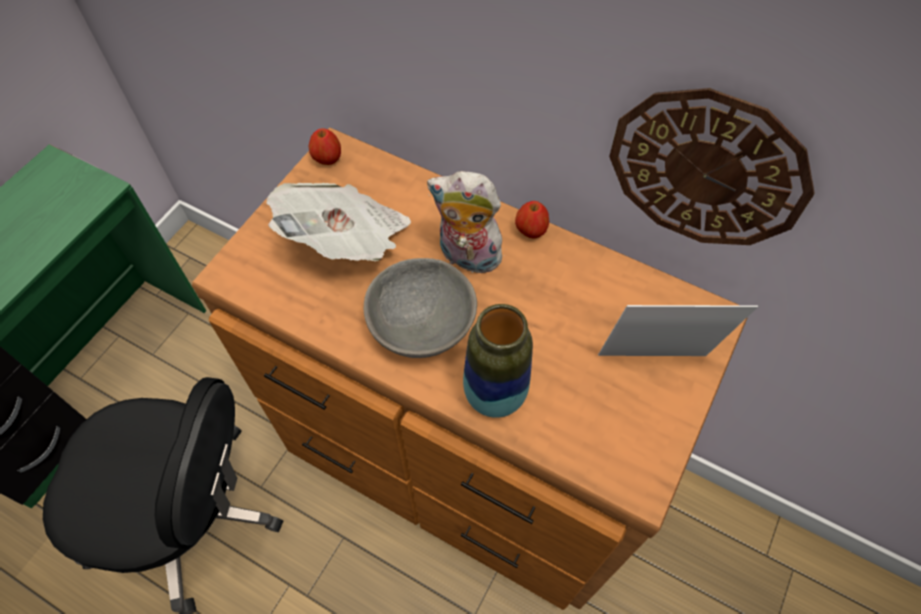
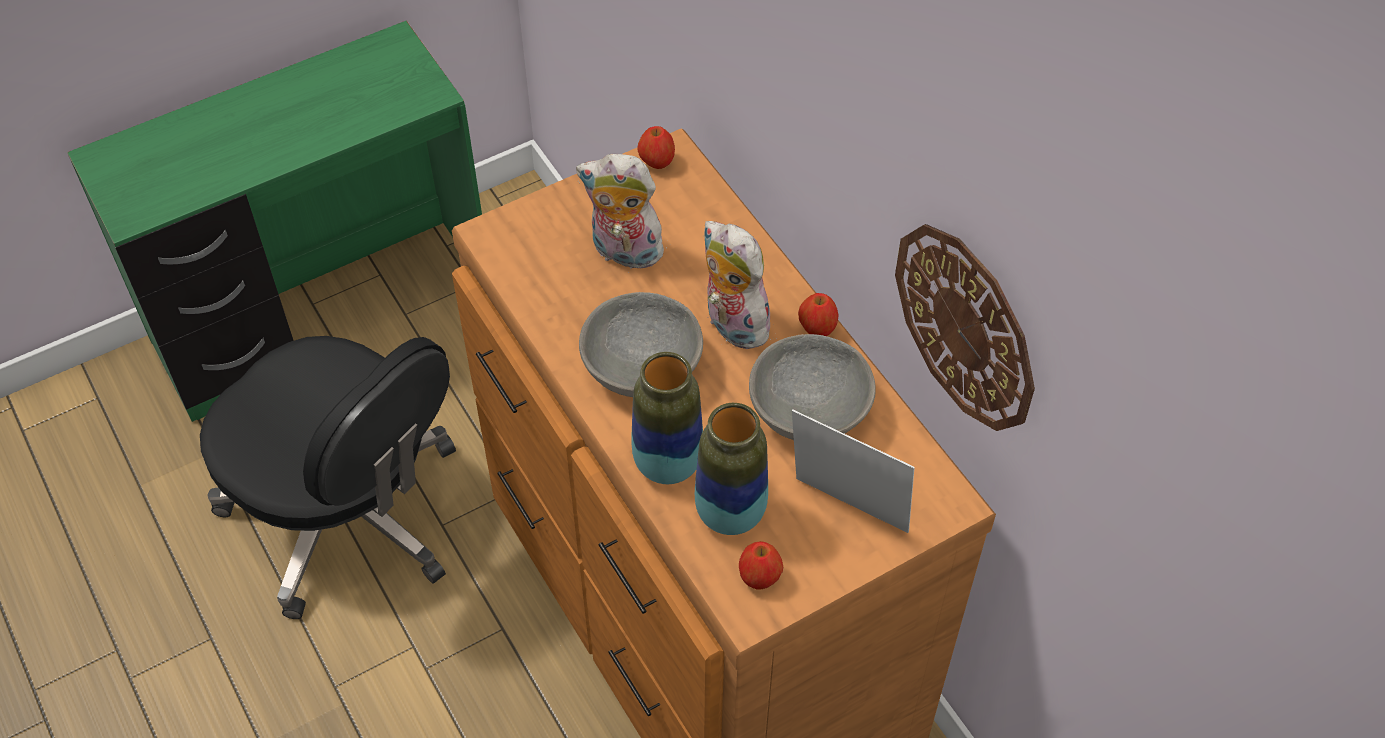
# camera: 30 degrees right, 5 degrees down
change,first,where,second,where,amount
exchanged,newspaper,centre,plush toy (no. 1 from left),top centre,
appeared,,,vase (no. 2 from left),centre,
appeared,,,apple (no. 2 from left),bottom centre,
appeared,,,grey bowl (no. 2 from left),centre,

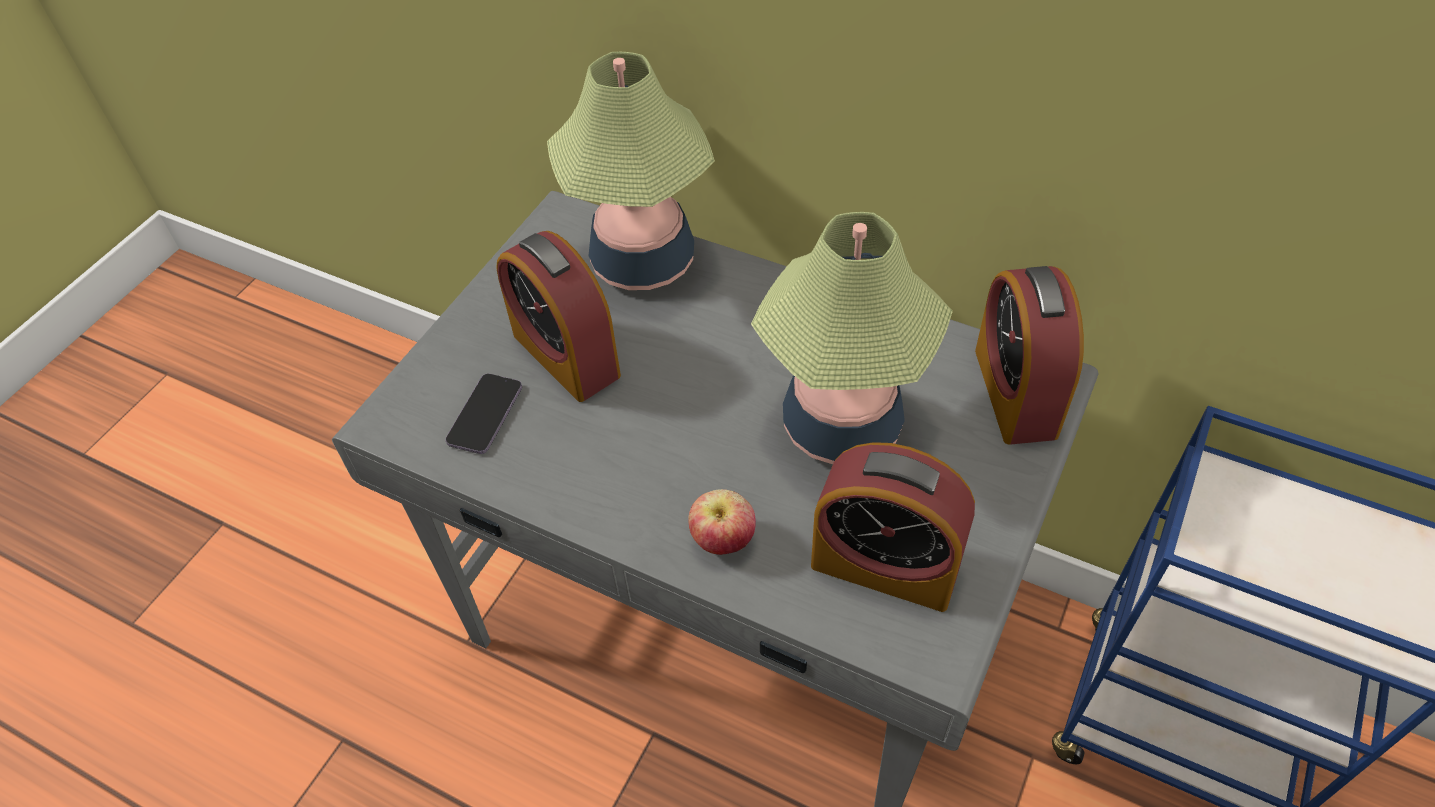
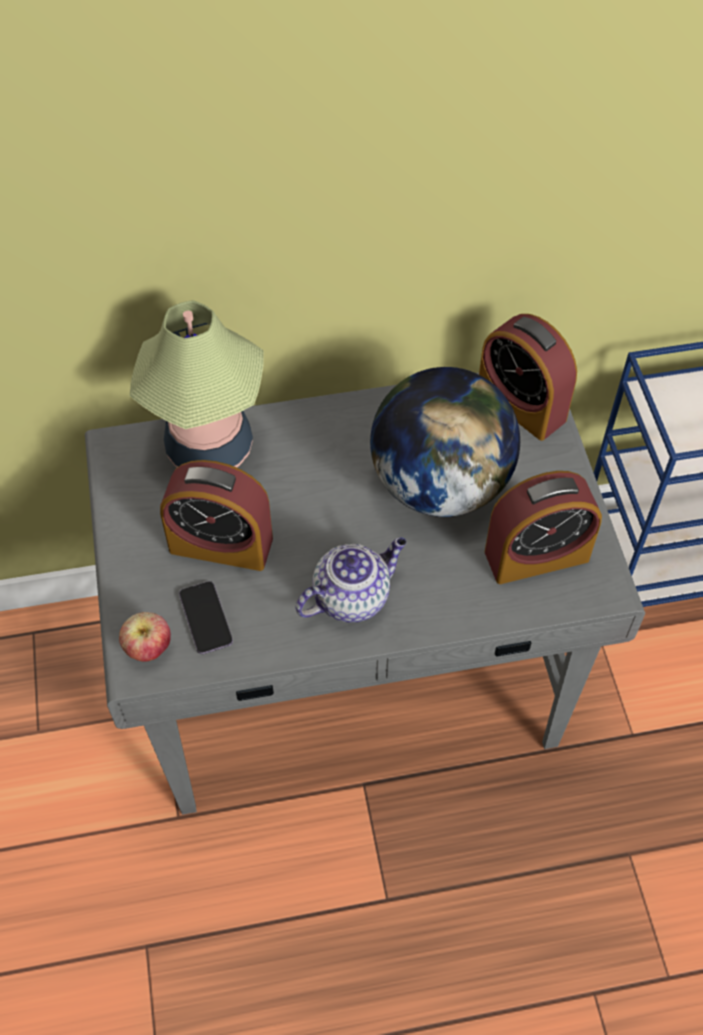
# camera: 40 degrees left, 5 degrees up
change,first,where,second,where,amount
relocated,apple,centre,,middle left,
appeared,,,teapot,centre,
exchanged,table lamp (no. 2 from left),centre,globe,centre,

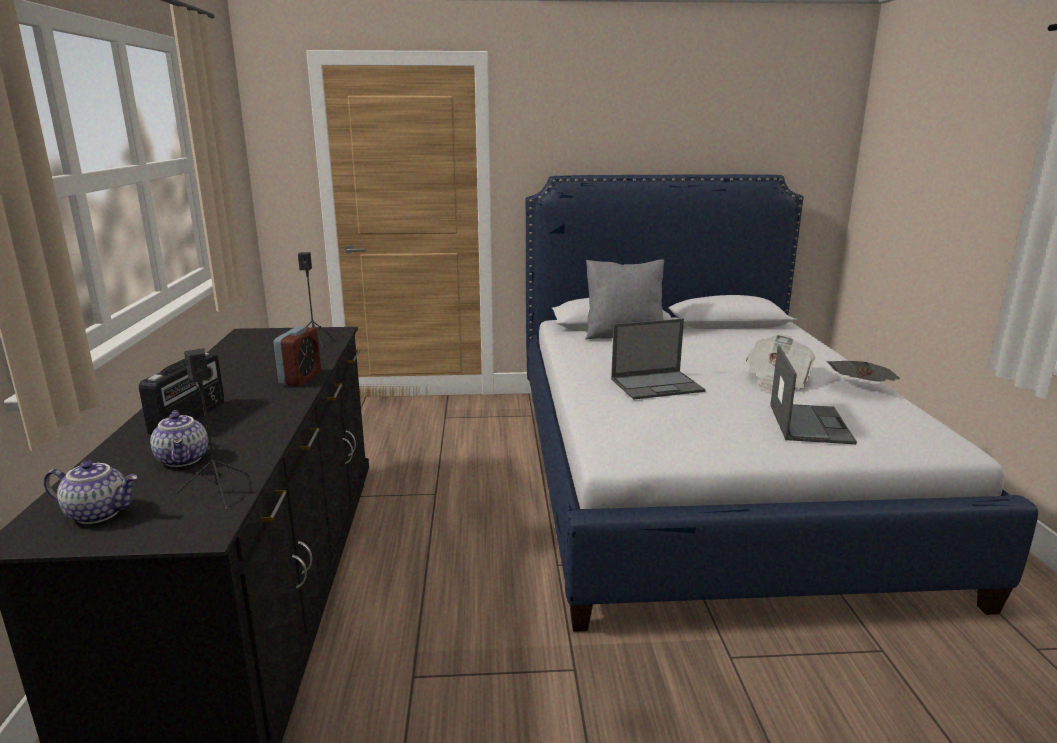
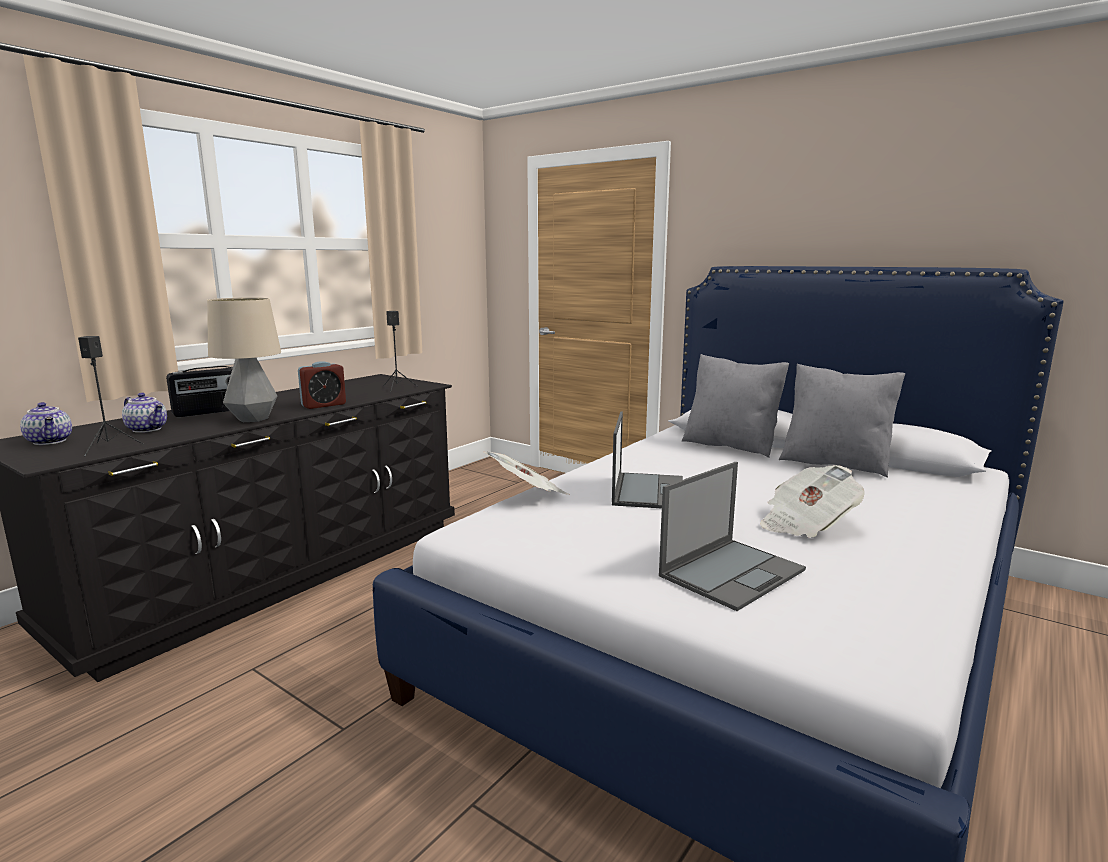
# camera: 40 degrees right, 5 degrees down
change,first,where,second,where,amount
spun,teapot (no. 2 from left),middle left,,middle left,75 degrees counterclockwise
appeared,,,table lamp,middle left,
relocated,newspaper (no. 2 from left in the first image),middle right,newspaper (no. 1 from left),centre,
spun,laptop (no. 1 from left),centre,,centre,105 degrees counterclockwise
appeared,,,grey pillow (no. 2 from left),middle right,

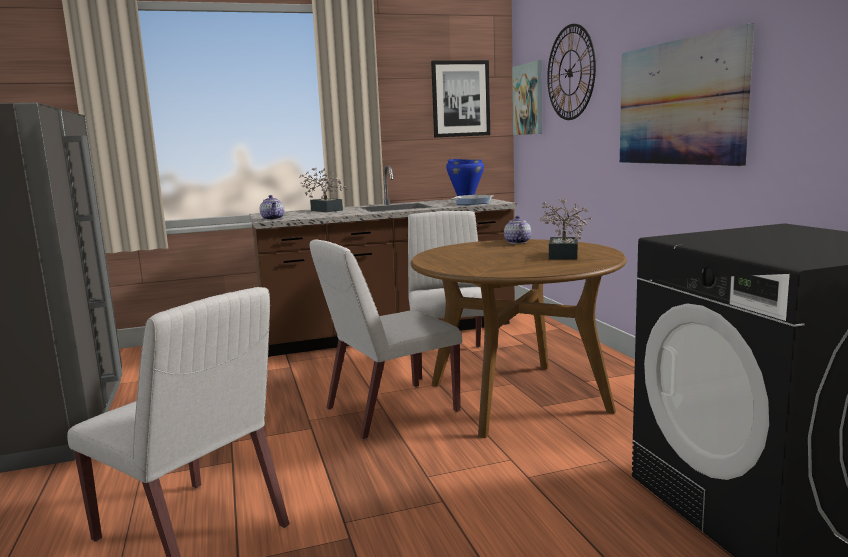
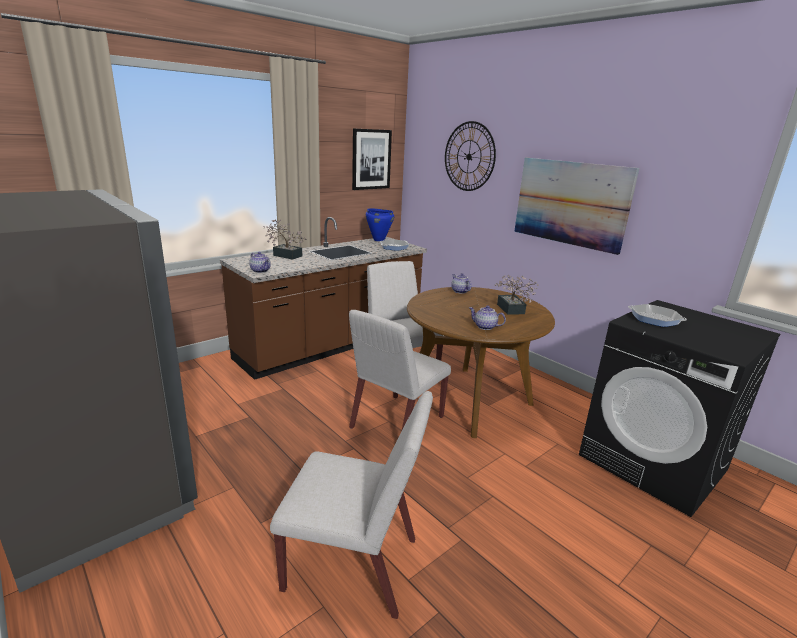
# camera: 25 degrees left, 10 degrees up
change,first,where,second,where,amount
appeared,,,teapot (no. 3 from left),centre,
appeared,,,frying pan (no. 2 from left),middle right,
missing,picture (no. 2 from left),top centre,,,

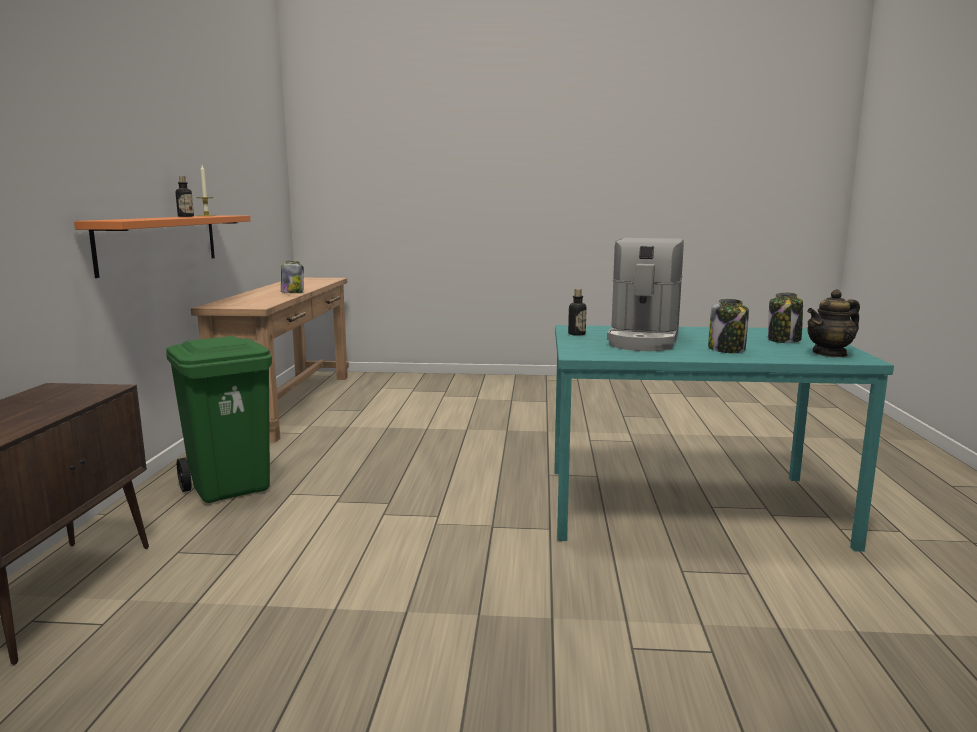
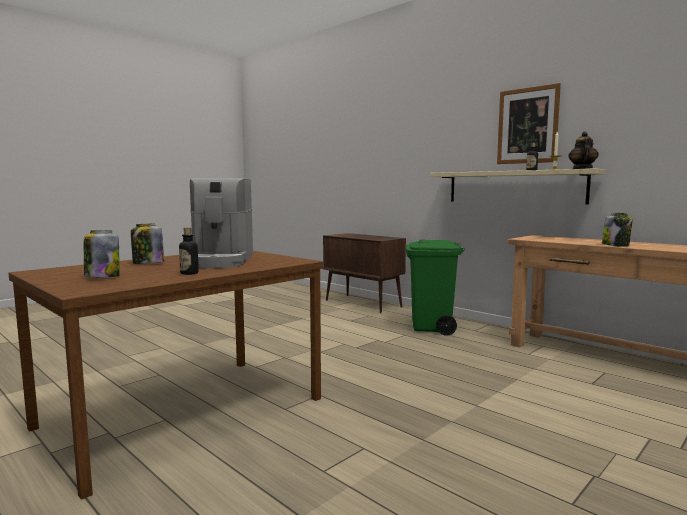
# camera: 130 degrees right, 5 degrees down
change,first,where,second,where,amount
colour,turquoise dining table,middle right,brown dining table,bottom left,
relocated,bottle (no. 2 from left in the first image),centre,bottle (no. 1 from left),middle left,
spun,coffee machine,centre,,middle left,150 degrees counterclockwise
colour,orange shelf,middle left,beige shelf,middle right,
appeared,,,picture,top right,
relocated,teapot,middle right,,top right,

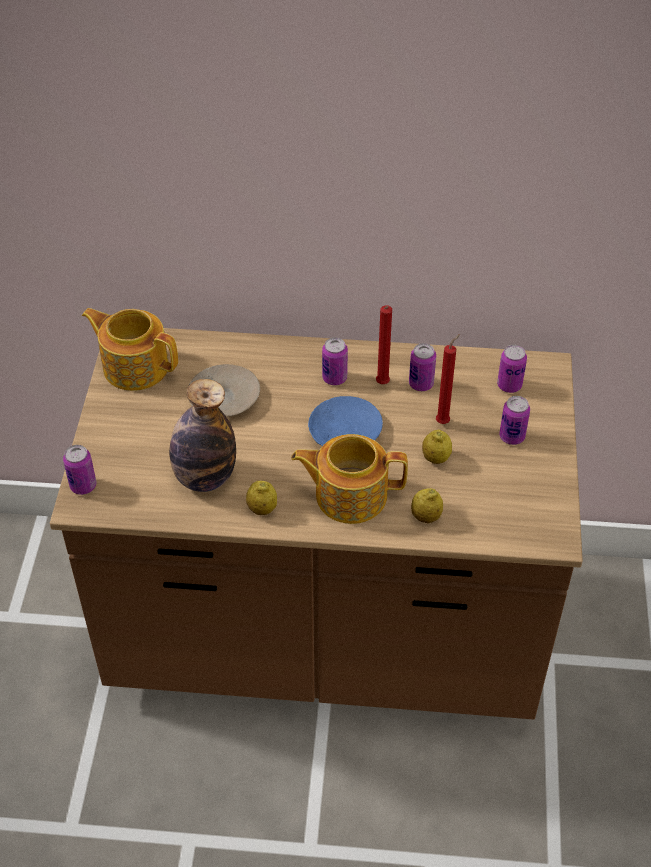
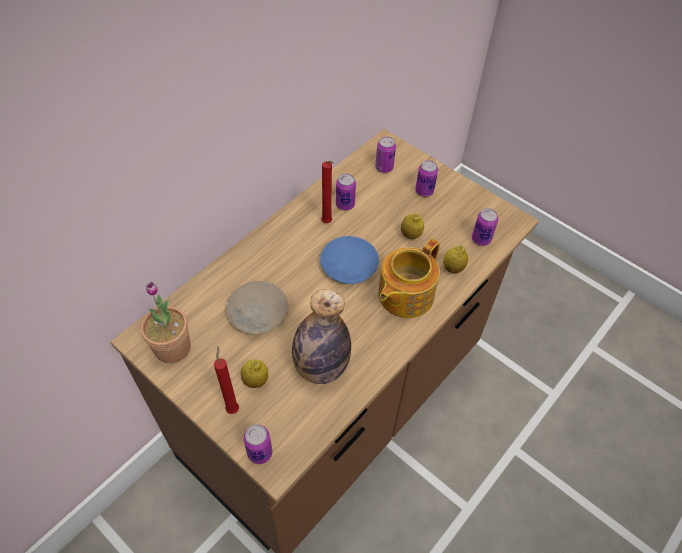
# camera: 55 degrees left, 5 degrees up
change,first,where,second,where,amount
exchanged,teapot (no. 1 from left),middle left,potted plant,middle left,
relocated,red candle (no. 2 from left in the first image),middle right,red candle (no. 1 from left),bottom left,
relocated,lemon (no. 1 from left),centre,,bottom centre,
relocated,can (no. 2 from left in the first image),centre,can (no. 5 from left),middle right,

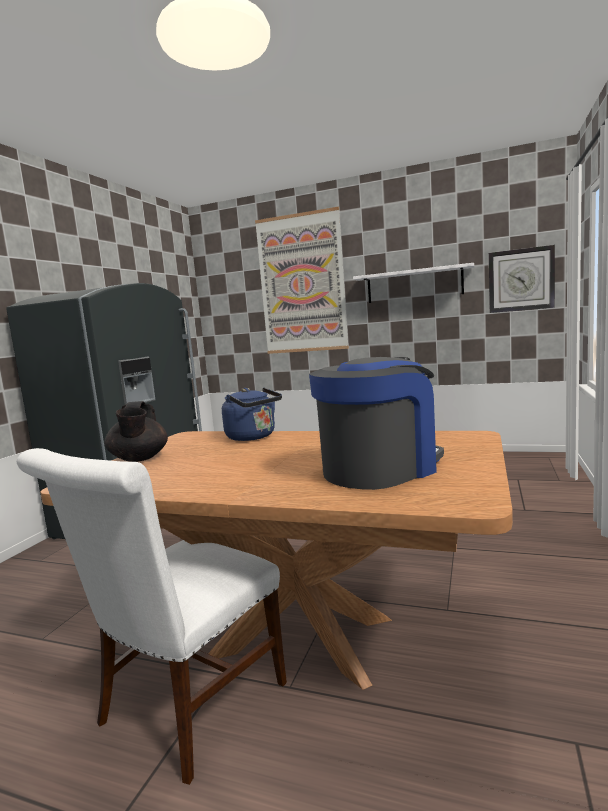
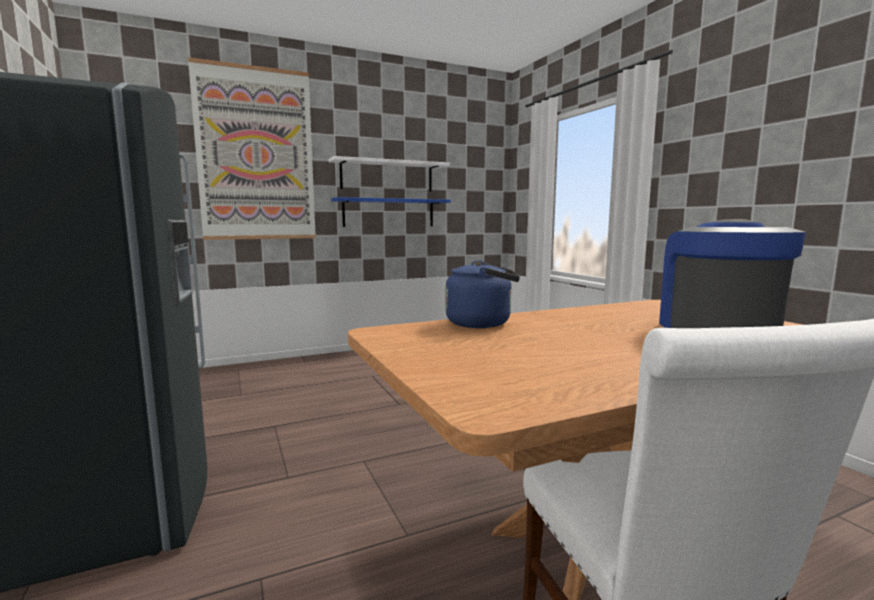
# camera: 45 degrees left, 0 degrees up
change,first,where,second,where,amount
appeared,,,blue shelf,centre,
missing,black teapot,middle left,,,
missing,wall clock,middle right,,,

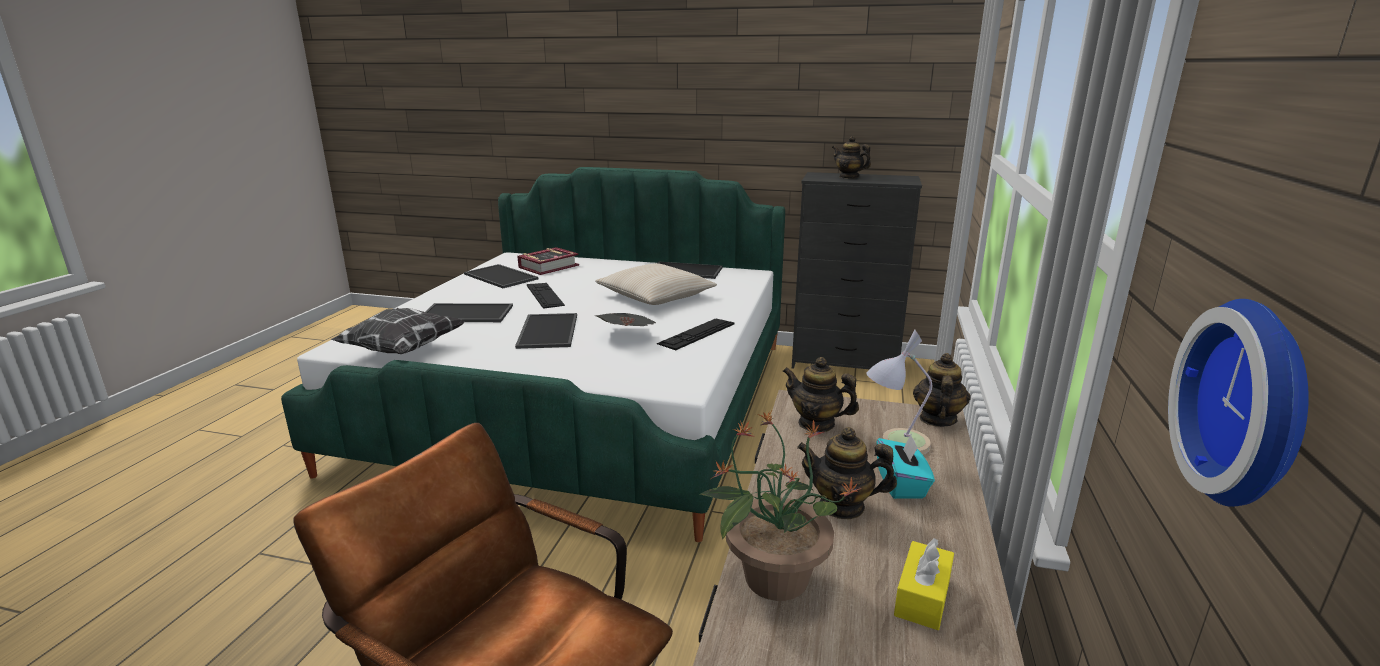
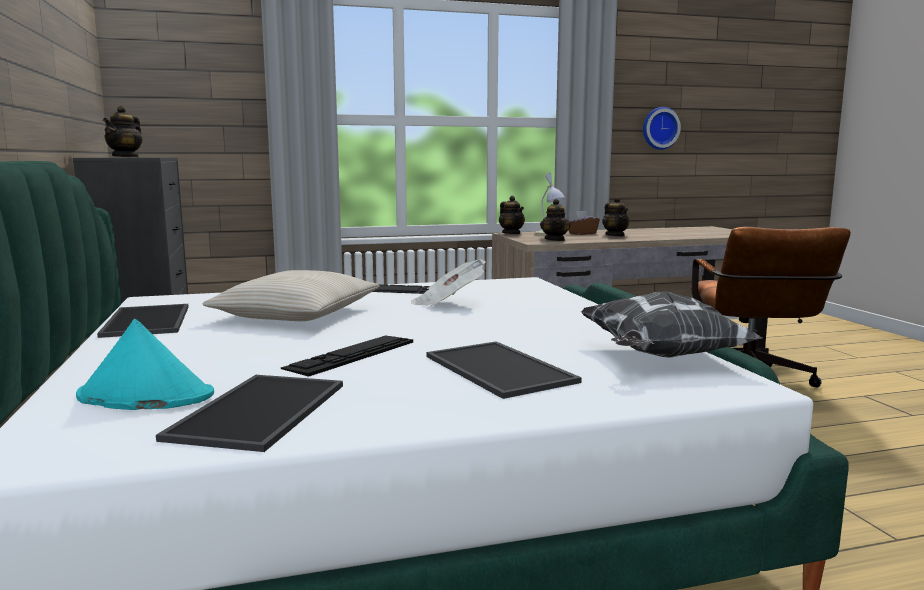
# camera: 120 degrees left, 10 degrees down
change,first,where,second,where,amount
exchanged,book,centre,turquoise hat,middle left,
spun,teapot (no. 4 from left in the first image),middle right,teapot (no. 2 from left),centre,105 degrees counterclockwise
colour,turquoise tissue box,bottom centre,brown tissue box,centre,
missing,tray (no. 3 from left),centre,,,
missing,potted plant,bottom centre,,,
missing,yellow tissue box,bottom right,,,

